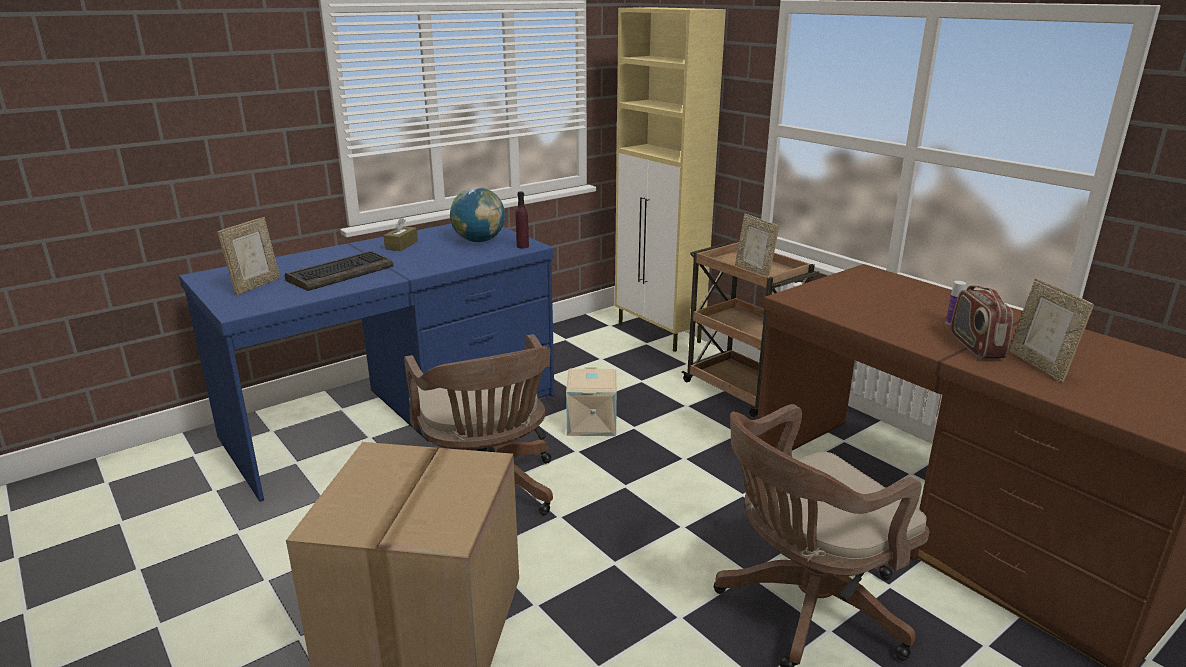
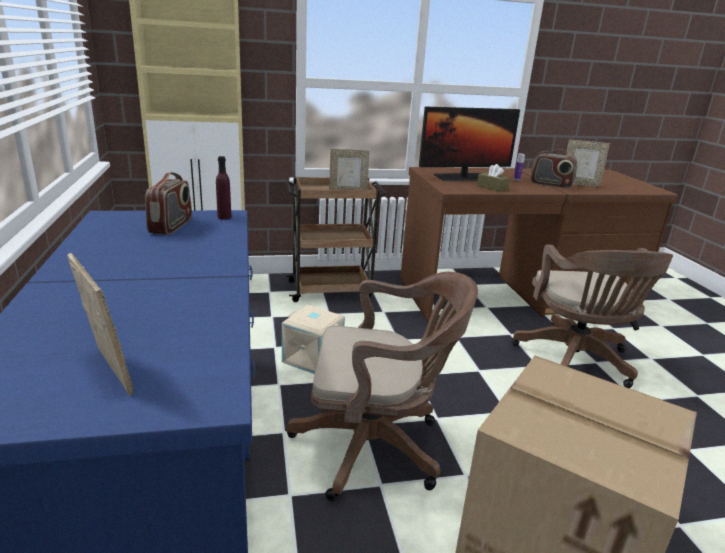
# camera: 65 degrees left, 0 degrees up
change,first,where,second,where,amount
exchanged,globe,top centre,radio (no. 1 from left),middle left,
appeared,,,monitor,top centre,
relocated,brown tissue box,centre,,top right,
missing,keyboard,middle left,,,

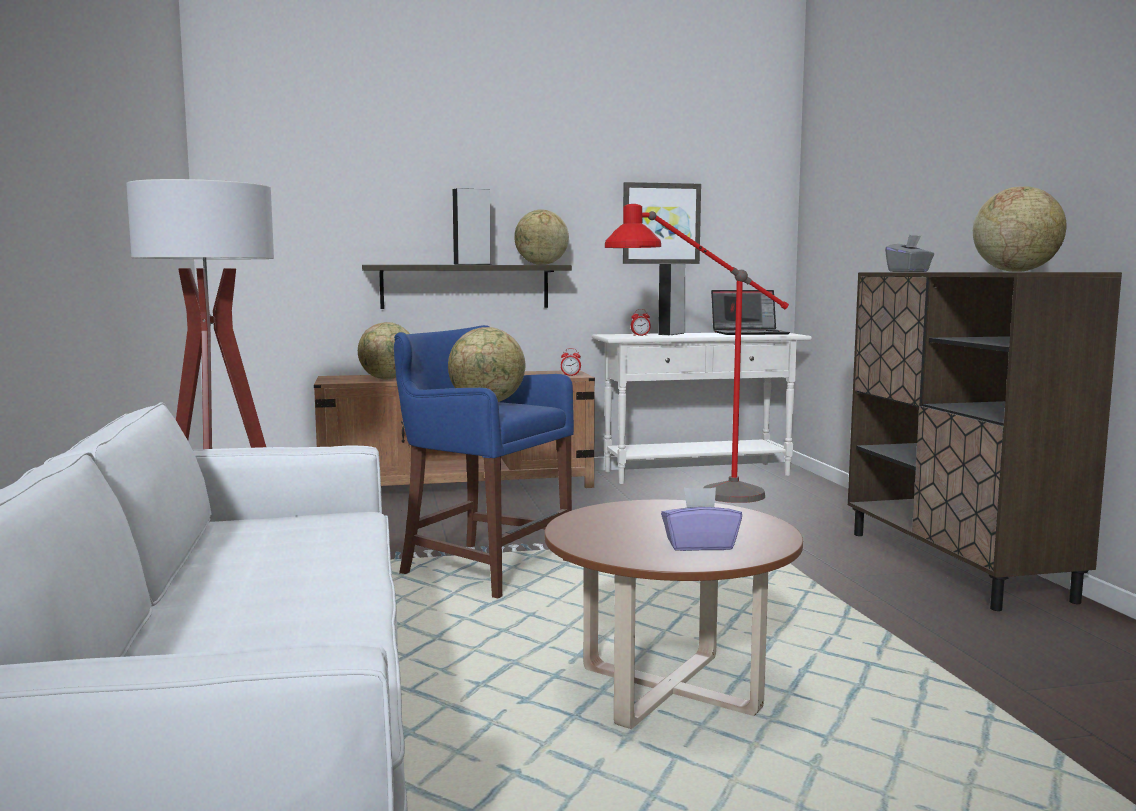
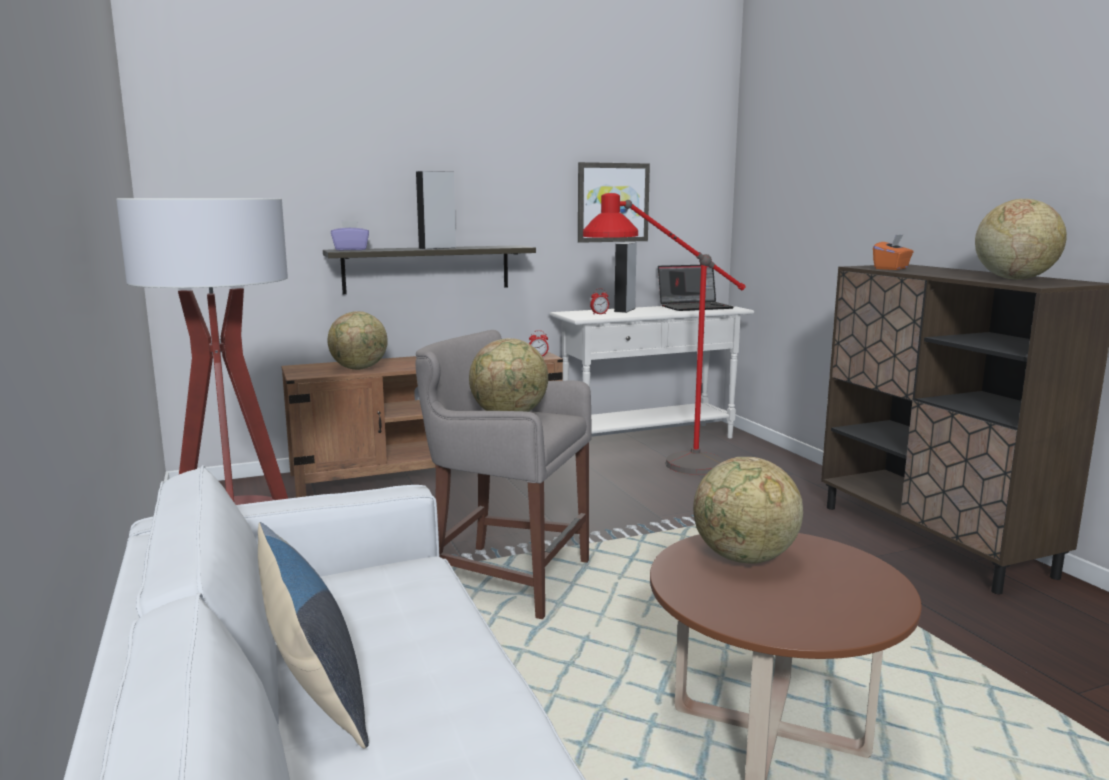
# camera: 10 degrees left, 5 degrees up
change,first,where,second,where,amount
appeared,,,pillow,bottom left,
relocated,purple tissue box,centre,,top left,
colour,blue stool,centre,grey stool,centre,
relocated,globe (no. 3 from left),top centre,,middle right,
colour,grey tissue box,top right,orange tissue box,top right,

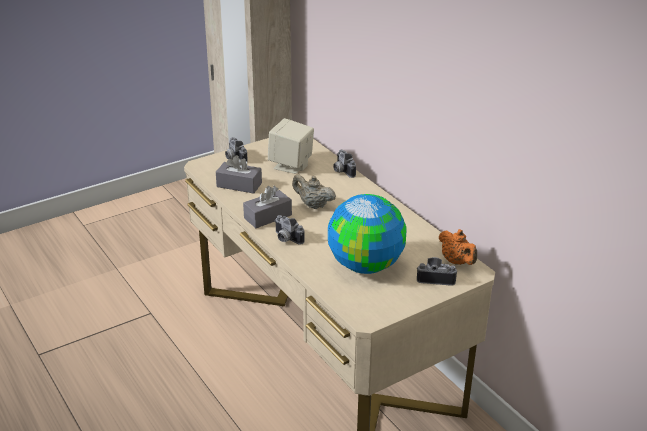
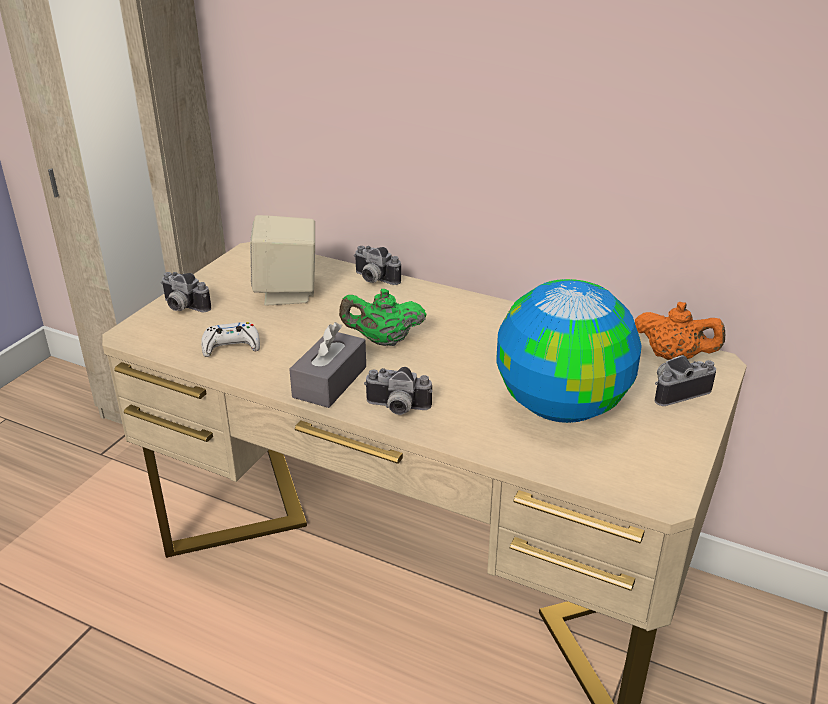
# camera: 30 degrees left, 0 degrees up
change,first,where,second,where,amount
exchanged,grey tissue box (no. 1 from left),centre,white game controller,middle left,
colour,beige teapot,centre,green teapot,centre,

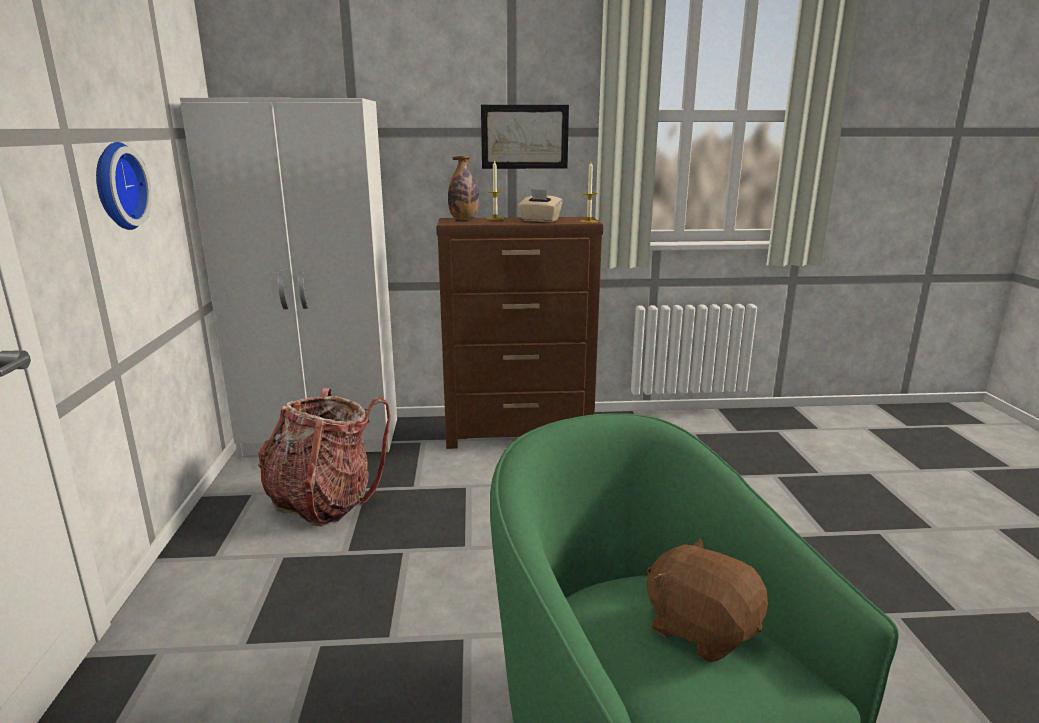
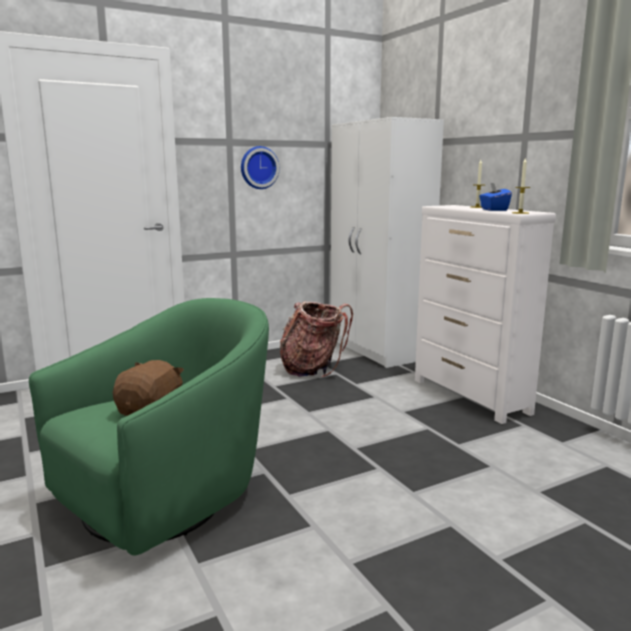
# camera: 65 degrees right, 5 degrees down
change,first,where,second,where,amount
colour,brown dresser,centre,white dresser,middle right,
colour,beige tissue box,top centre,blue tissue box,top right,
missing,bottle,top centre,,,
missing,picture,top centre,,,

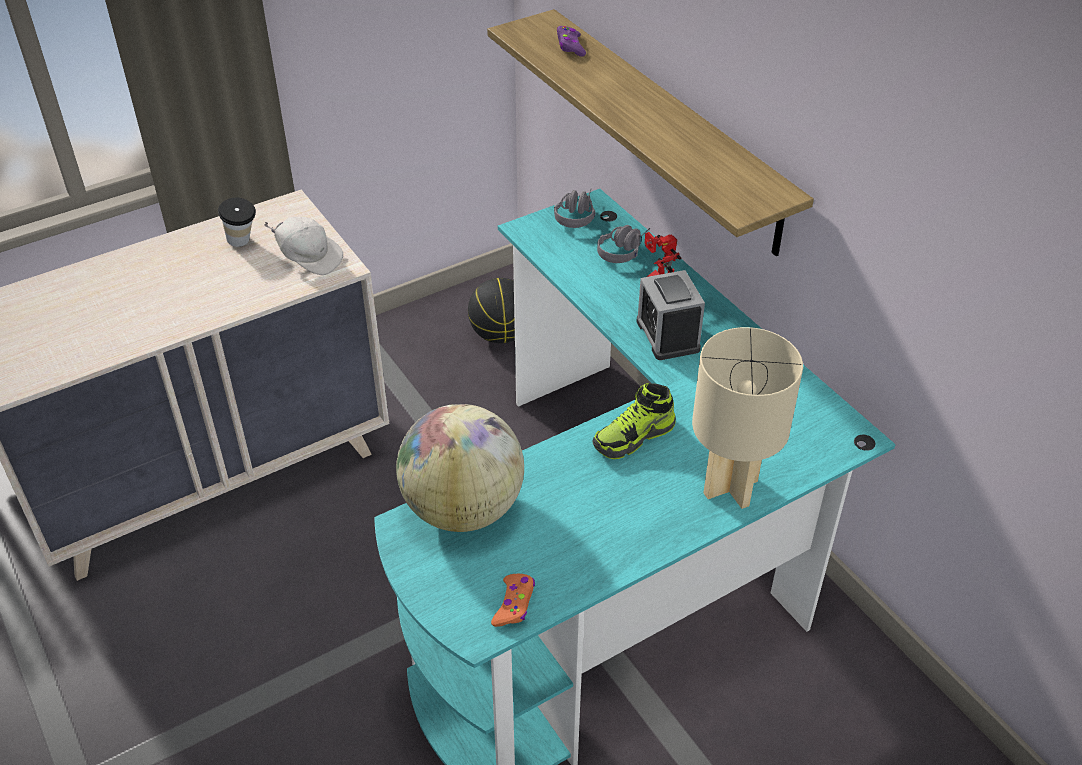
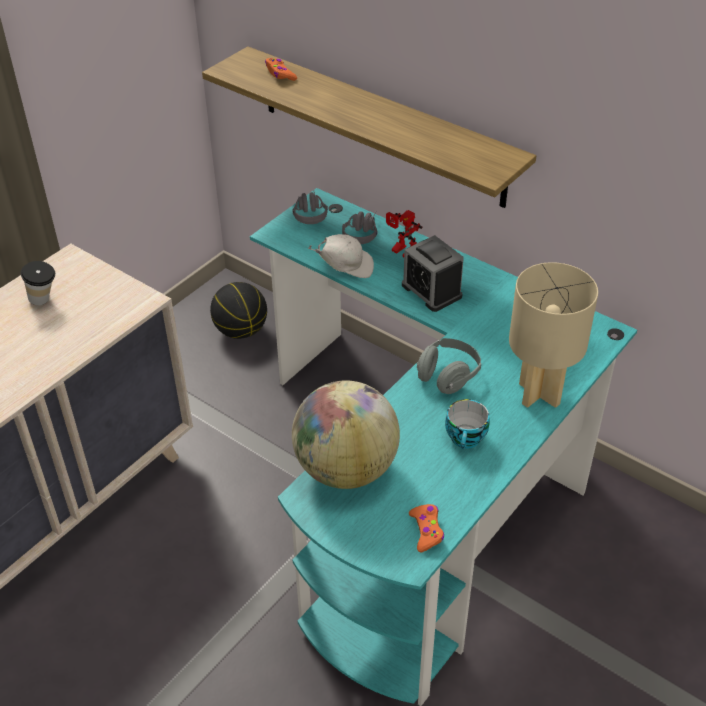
# camera: 20 degrees left, 0 degrees up
change,first,where,second,where,amount
colour,purple game controller,top centre,orange game controller (no. 1 from left),top centre,
relocated,white cap,top left,,centre,
exchanged,shoe,centre,grey headphones (no. 3 from left),centre,
appeared,,,cup (no. 2 from left),centre,

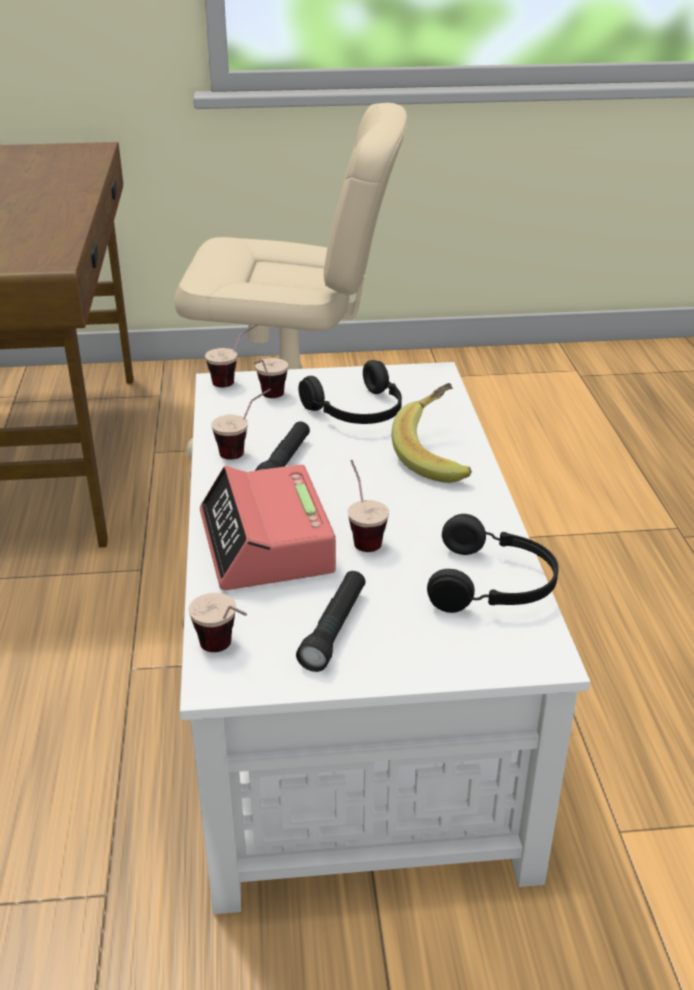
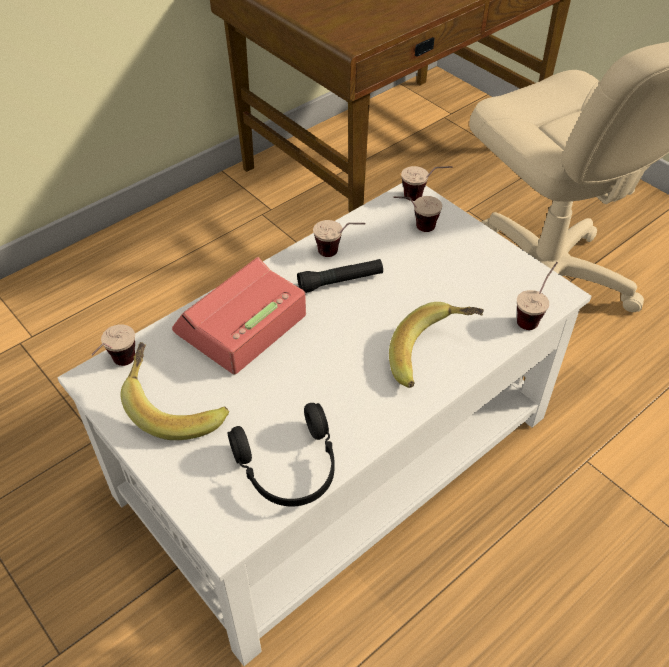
# camera: 55 degrees right, 15 degrees up
change,first,where,second,where,amount
exchanged,black flashlight (no. 2 from left),centre,banana (no. 1 from left),middle left,
relocated,cup (no. 5 from left),centre,,middle right,
missing,black headphones (no. 1 from left),centre,,,

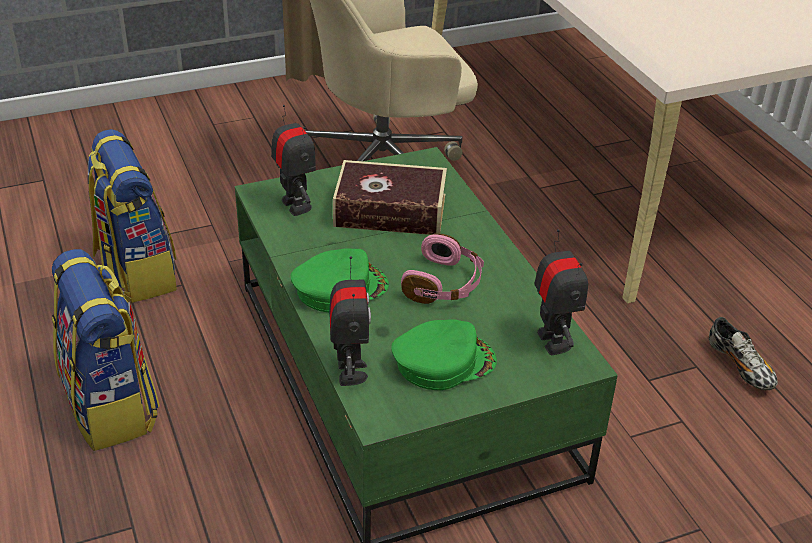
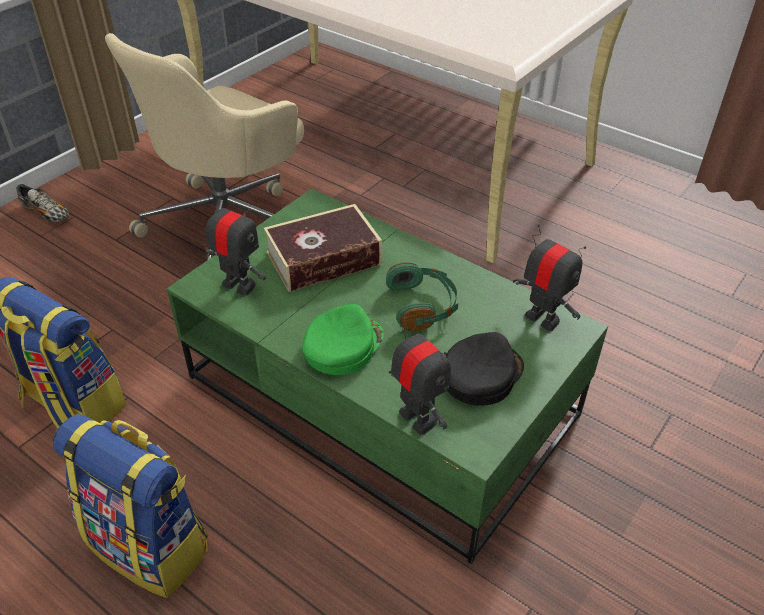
# camera: 30 degrees left, 5 degrees up
change,first,where,second,where,amount
relocated,shoe,middle right,,top left,
colour,pink headphones,centre,green headphones,centre,
colour,green cap (no. 2 from left),centre,black cap,centre,

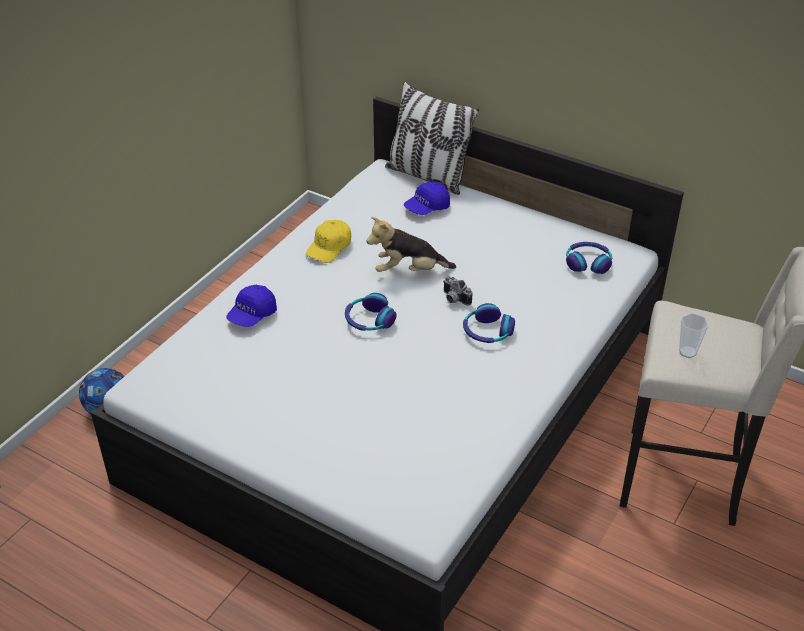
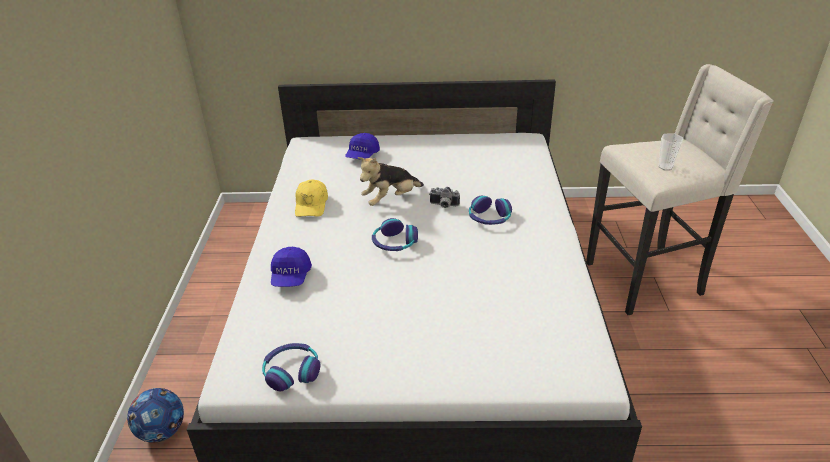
# camera: 30 degrees left, 5 degrees down
change,first,where,second,where,amount
relocated,headphones (no. 3 from left in the first image),middle right,headphones (no. 1 from left),bottom centre,
missing,pillow,top centre,,,

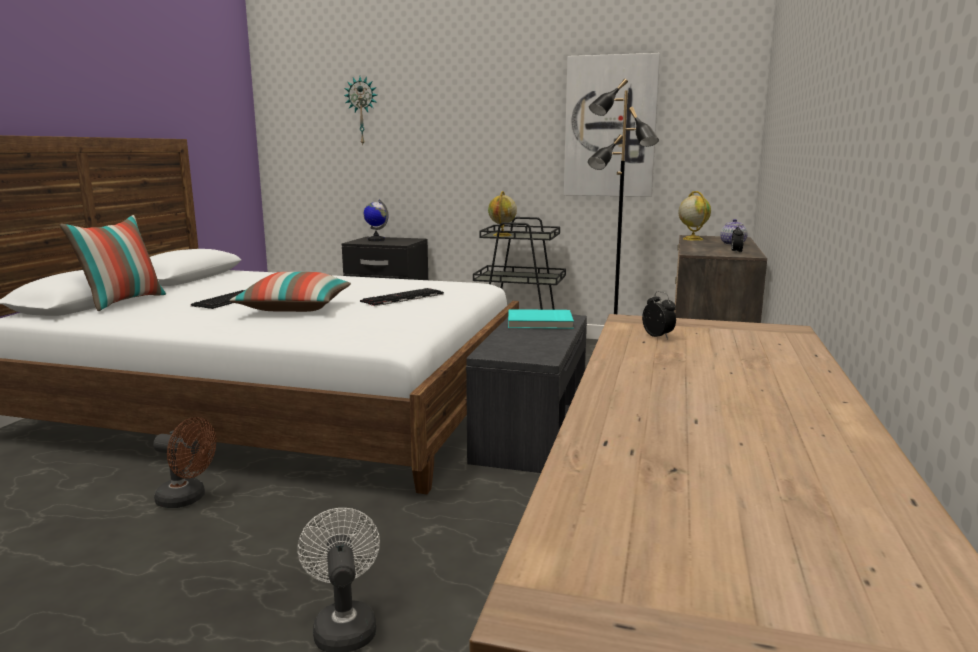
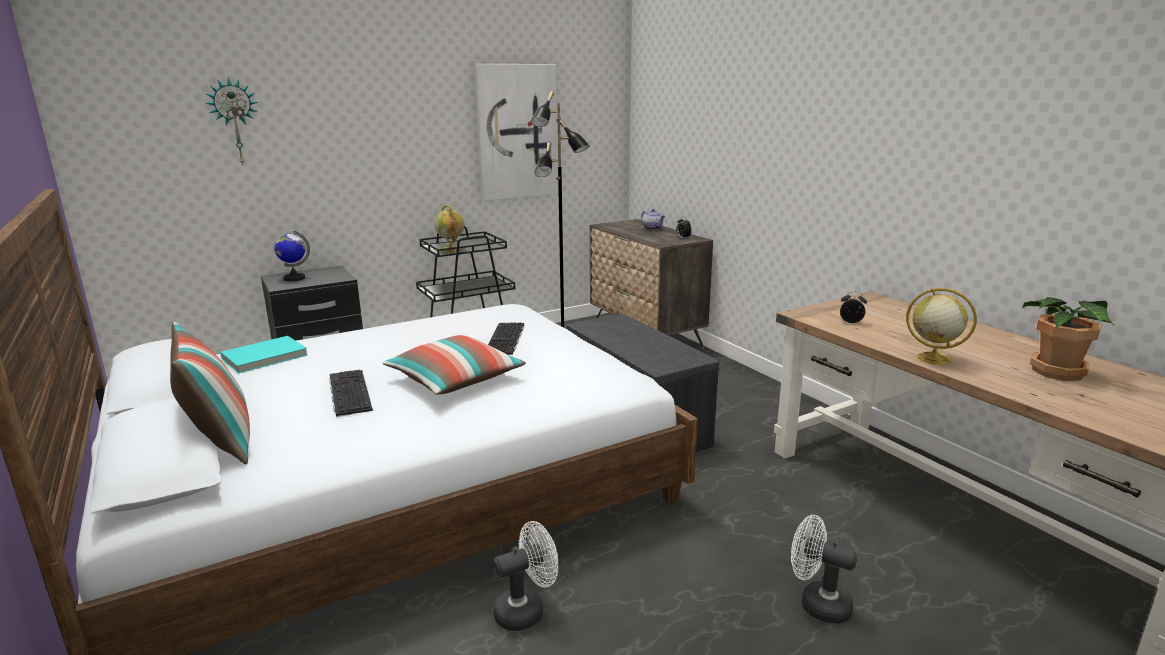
# camera: 45 degrees left, 5 degrees up
change,first,where,second,where,amount
relocated,turquoise book,centre,,middle left,
colour,brown fan,bottom left,white fan (no. 1 from left),bottom centre,
relocated,globe (no. 3 from left),top right,,middle right,
appeared,,,potted plant,middle right,

